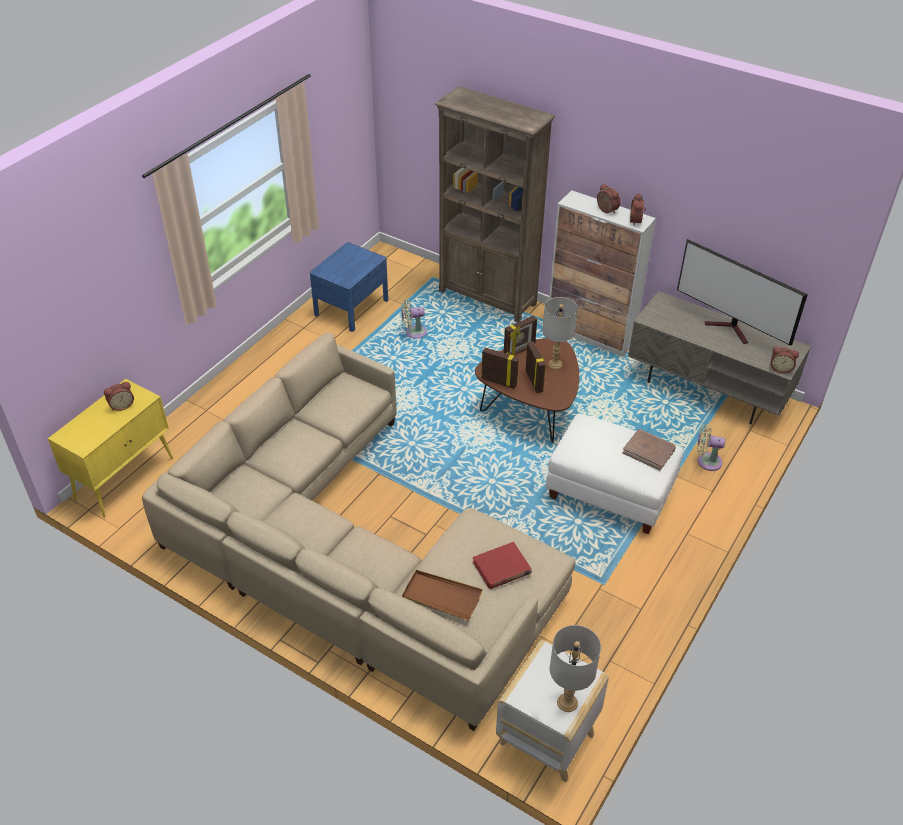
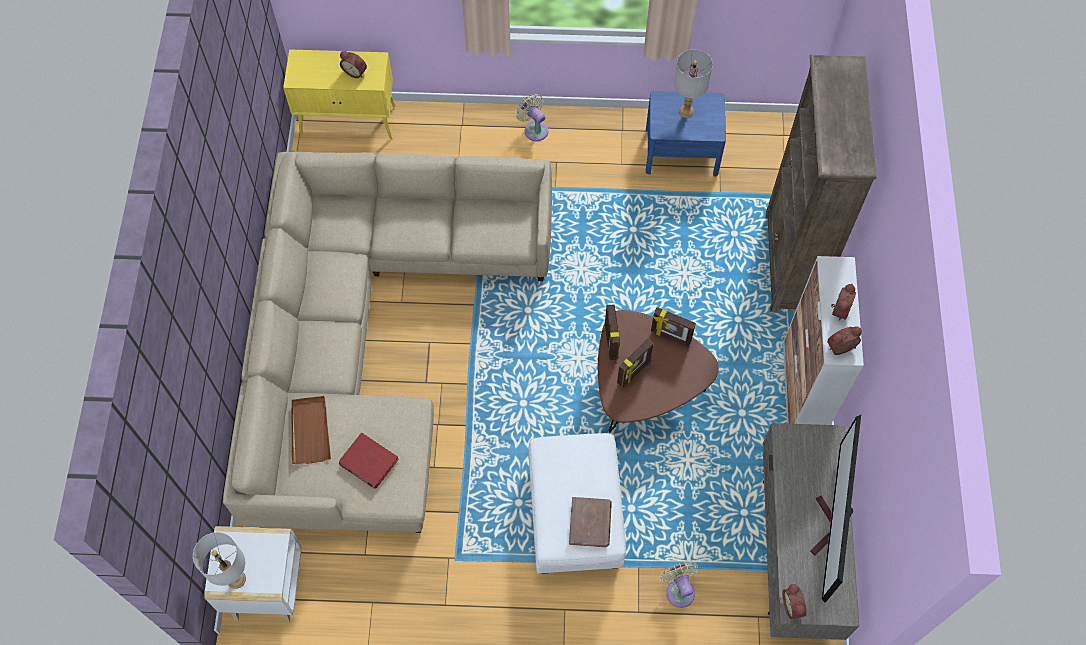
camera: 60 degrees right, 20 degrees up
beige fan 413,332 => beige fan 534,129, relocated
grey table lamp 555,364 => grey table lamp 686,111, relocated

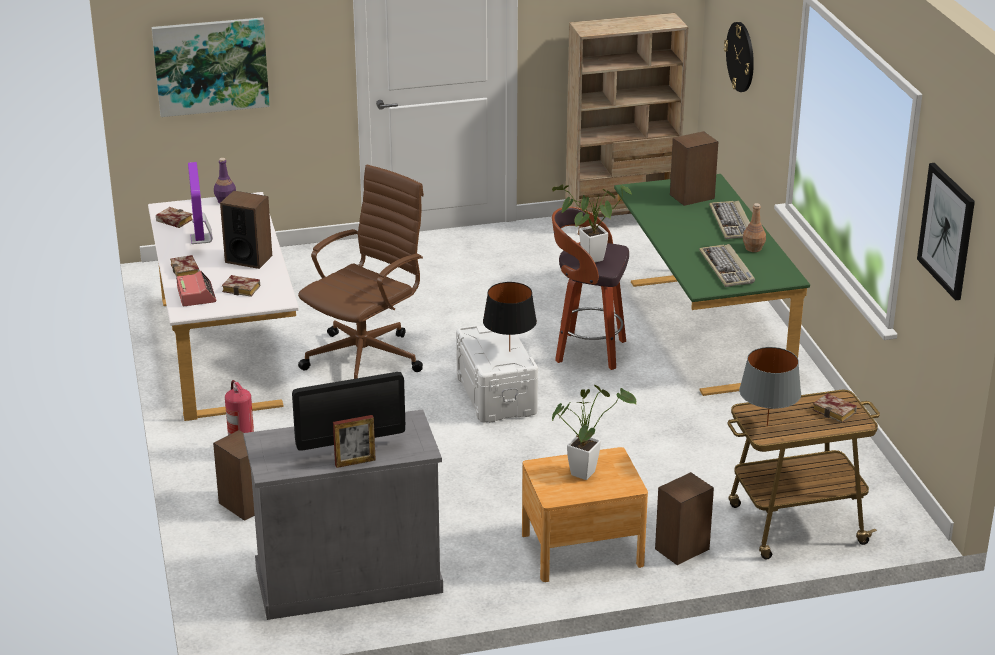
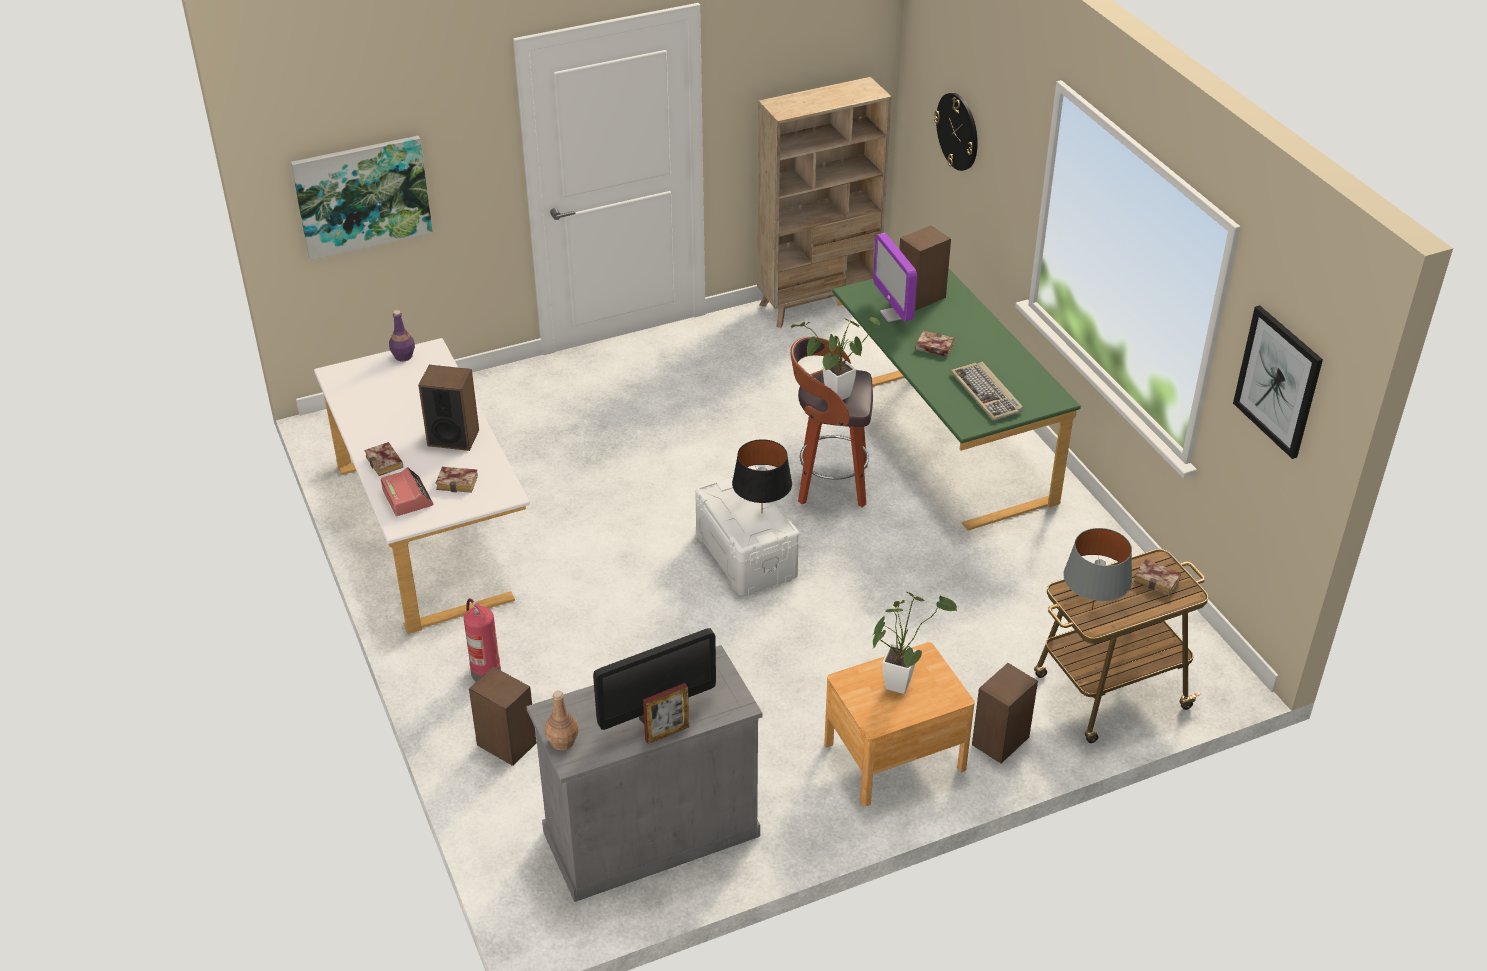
camera: 10 degrees left, 10 degrees up
book 172,221 => book 933,347, relocated
monitor 201,239 => monitor 894,314, relocated
brown office chair 366,358 => nothing
keyboard 732,223 => nothing
brown bottle 753,248 => brown bottle 563,741, relocated

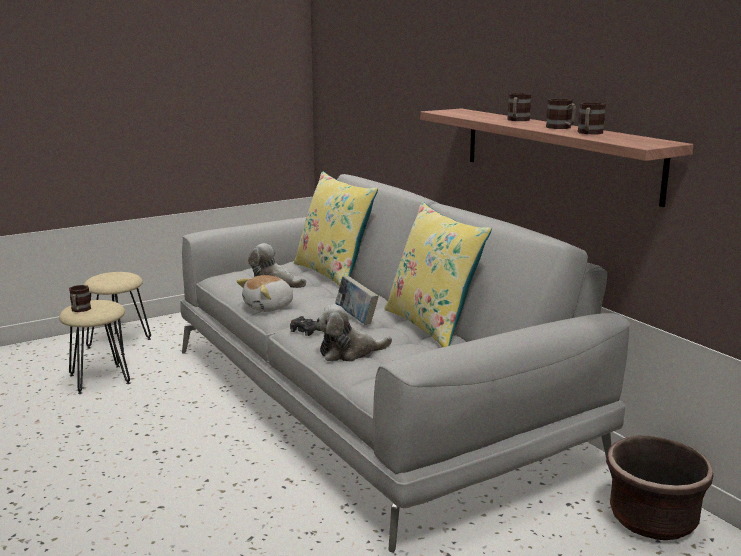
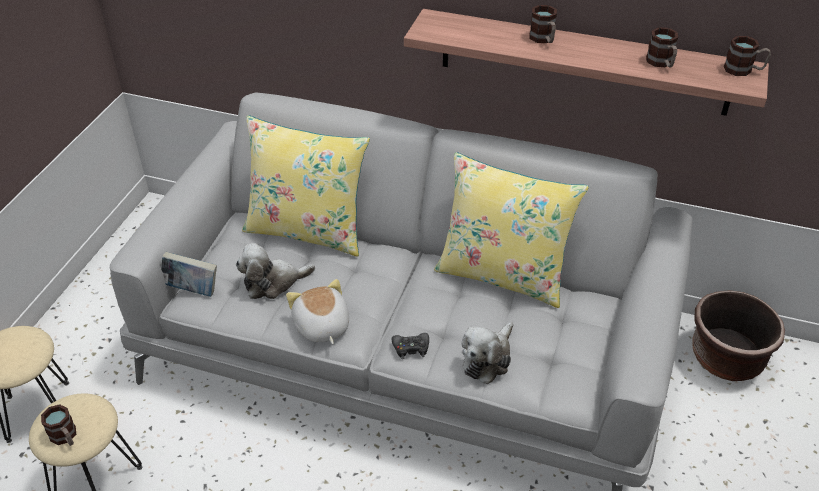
camera: 40 degrees left, 25 degrees up
plush toy 269,307 => plush toy 321,326, 150 degrees clockwise
book 356,318 => book 192,289, relocated
mug 561,128 => mug 743,70, relocated

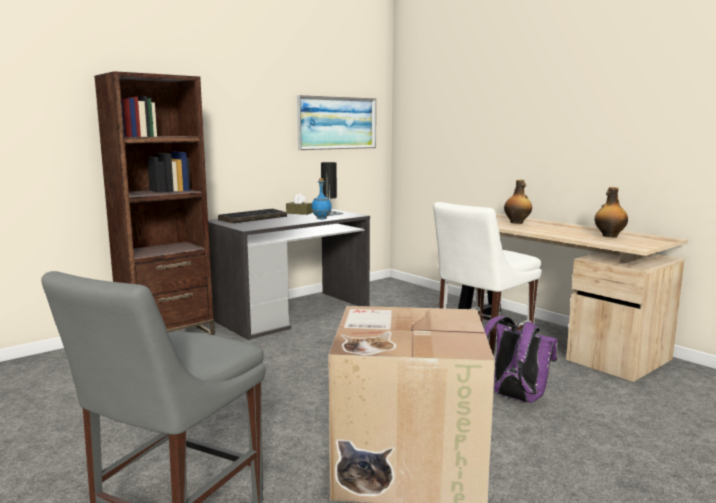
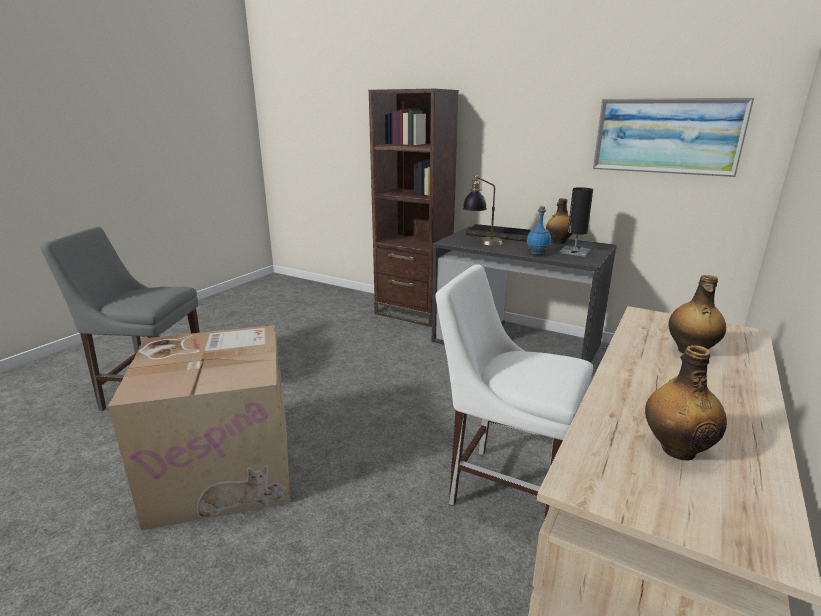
camera: 70 degrees right, 10 degrees up
brown tissue box 299,213 => bottle 558,242
purple backpack 514,397 => nothing
nothing => table lamp 481,243

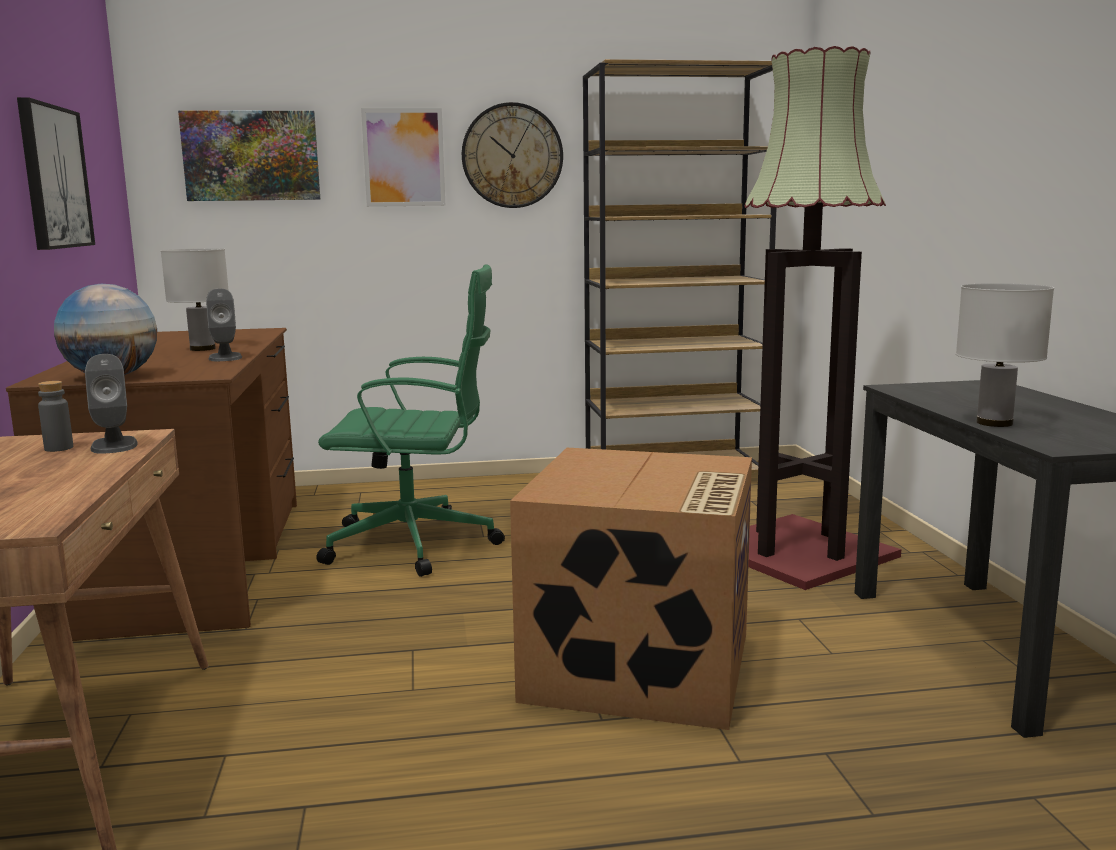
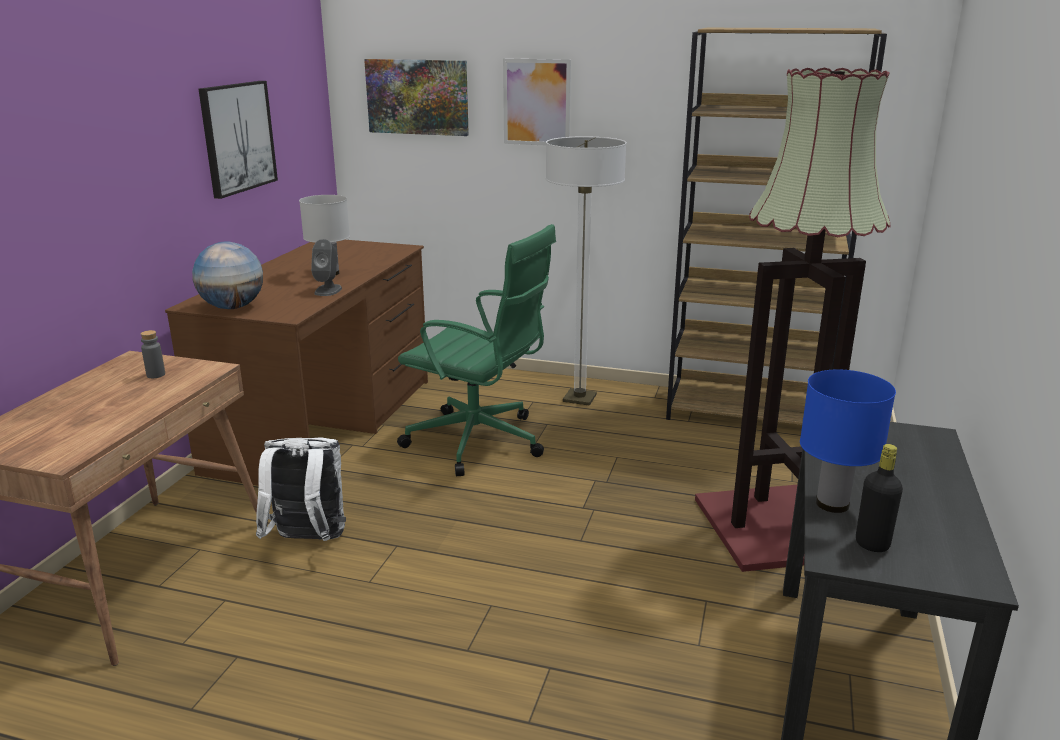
camera: 25 degrees right, 10 degrees up
grey speaker 114,445 => nothing
wall clock 512,156 => nothing
cardboard box 641,668 => nothing
white table lamp 994,423 => blue table lamp 831,504
nothing => white backpack 308,541
nothing => floor lamp 579,398
nothing => black bottle 872,544

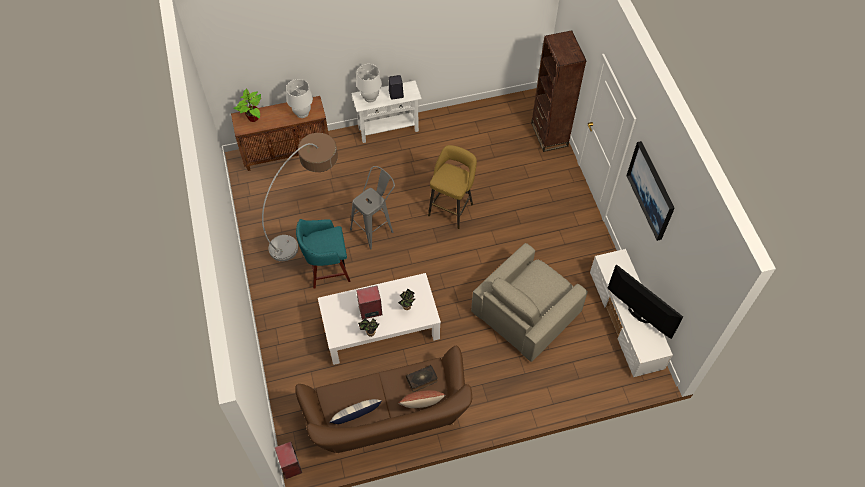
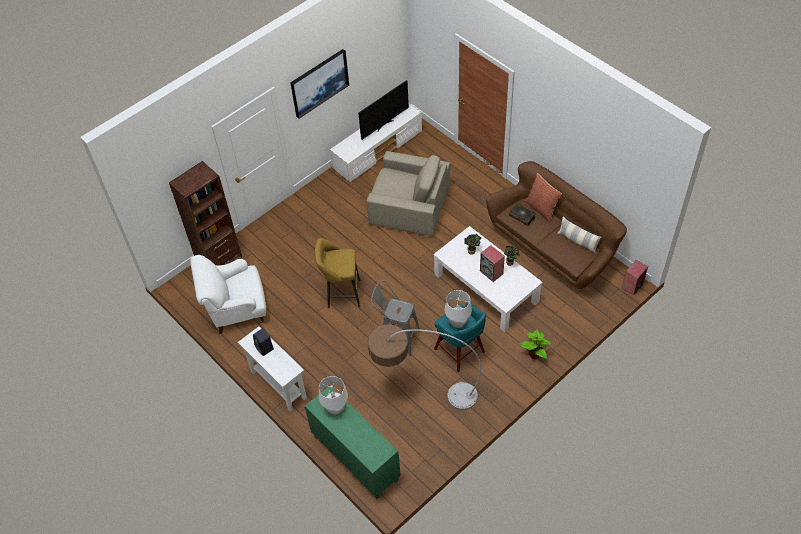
camera: 115 degrees left, 5 degrees down
brown cabinet 287,152 => green cabinet 355,458
potted plant 253,118 => potted plant 535,354, relocated
white table lamp 370,97 => white table lamp 458,322, relocated
television 637,315 => television 384,125, 150 degrees counterclockwise
nothing => white armchair 236,309

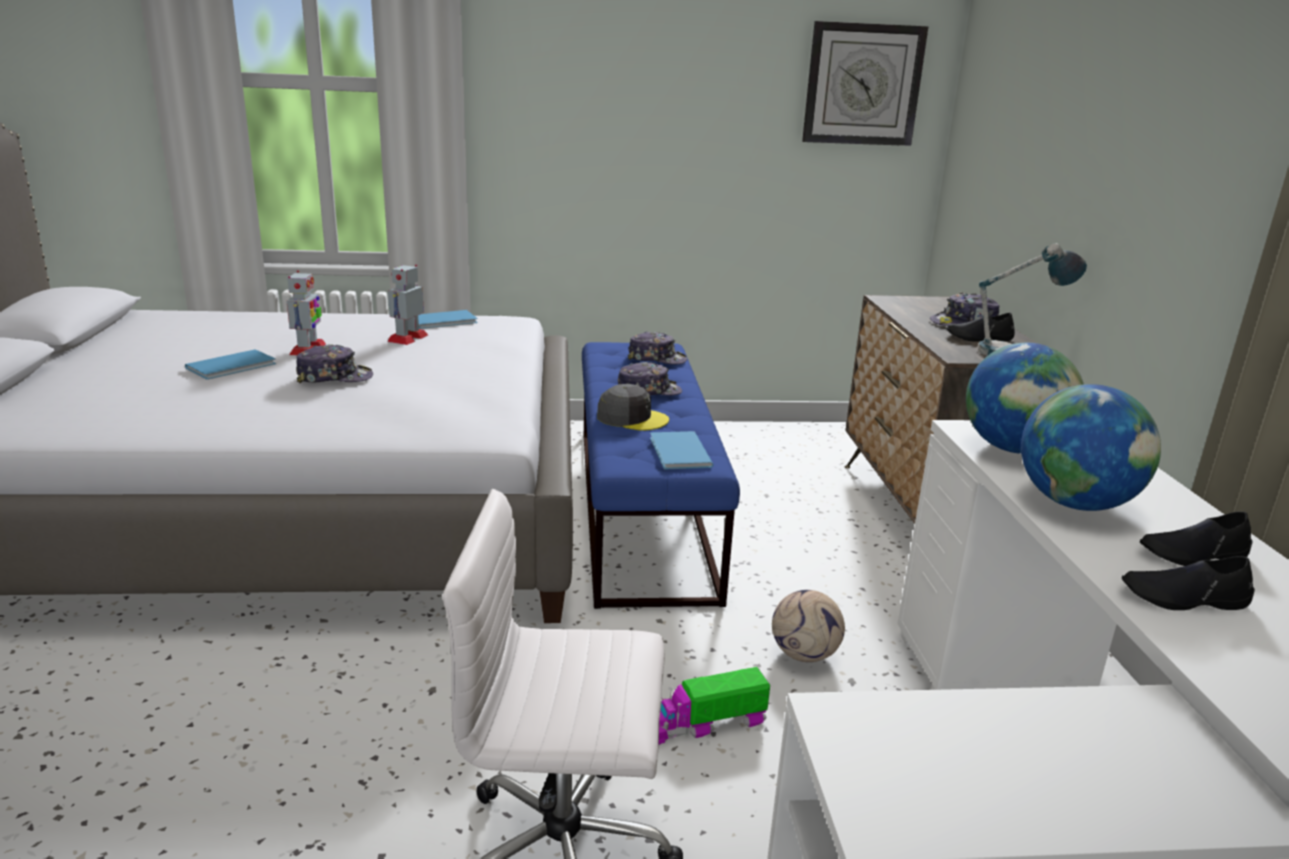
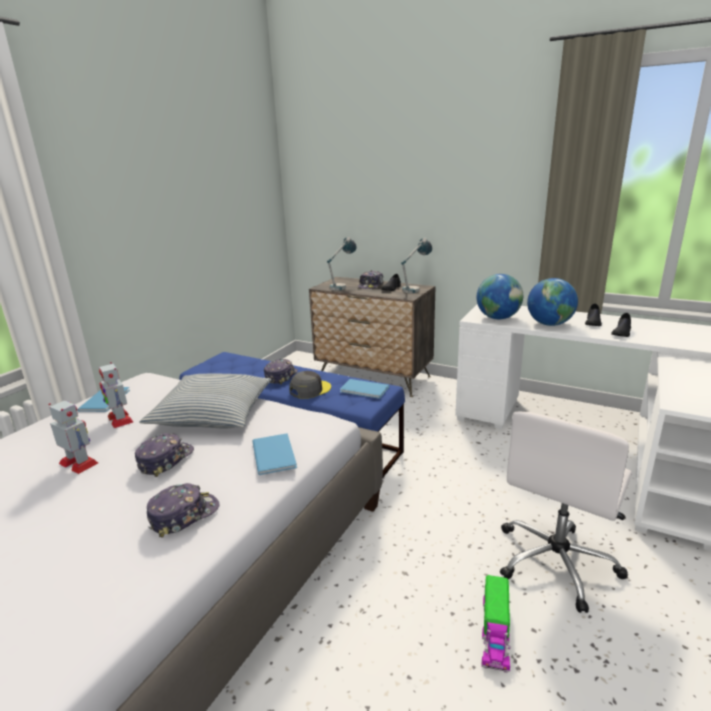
camera: 55 degrees left, 0 degrees up
blue book 234,366 => blue book 275,453, relocated
cap 657,359 => cap 184,515, relocated
toy truck 704,723 => toy truck 495,632, relocated
football 805,654 => nothing
wall clock 863,84 => nothing
nothing => pillow 213,413
nothing => table lamp 342,286

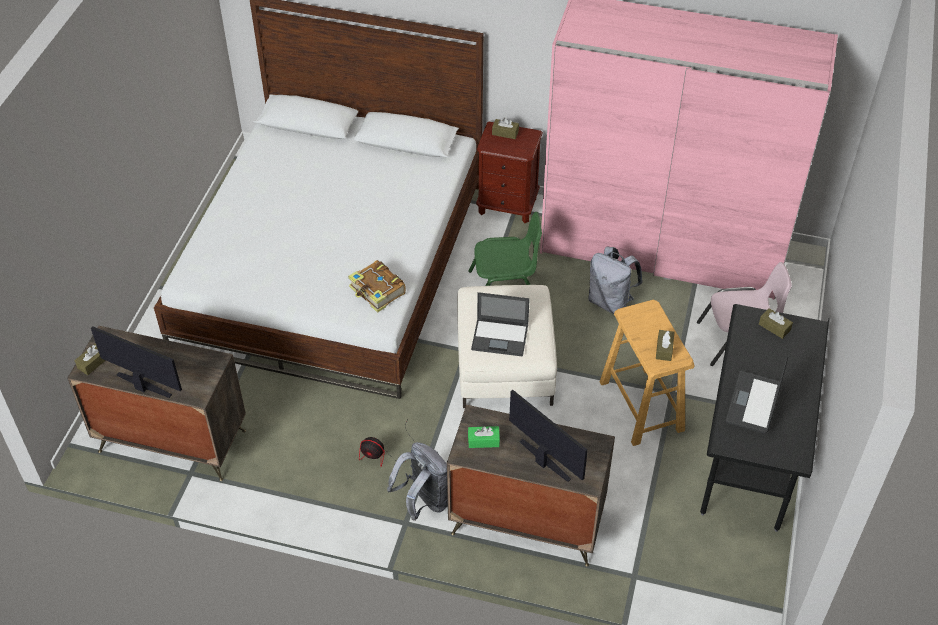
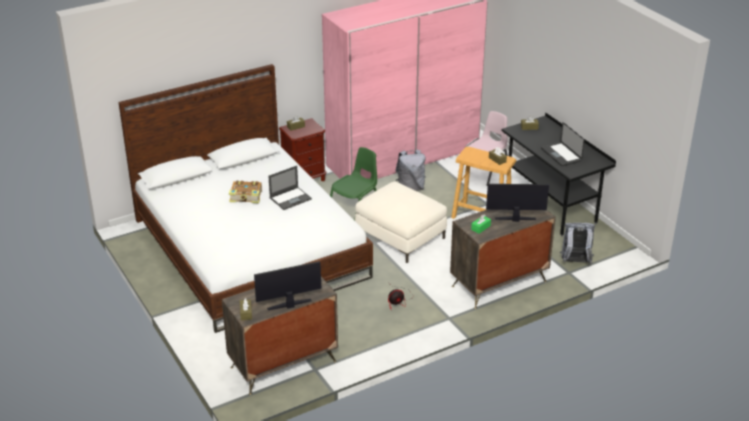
camera: 45 degrees left, 15 degrees down
book 377,292 => book 246,196, relocated
grey backpack 424,501 => grey backpack 575,262, relocated
laptop 500,337 => laptop 291,198, relocated

